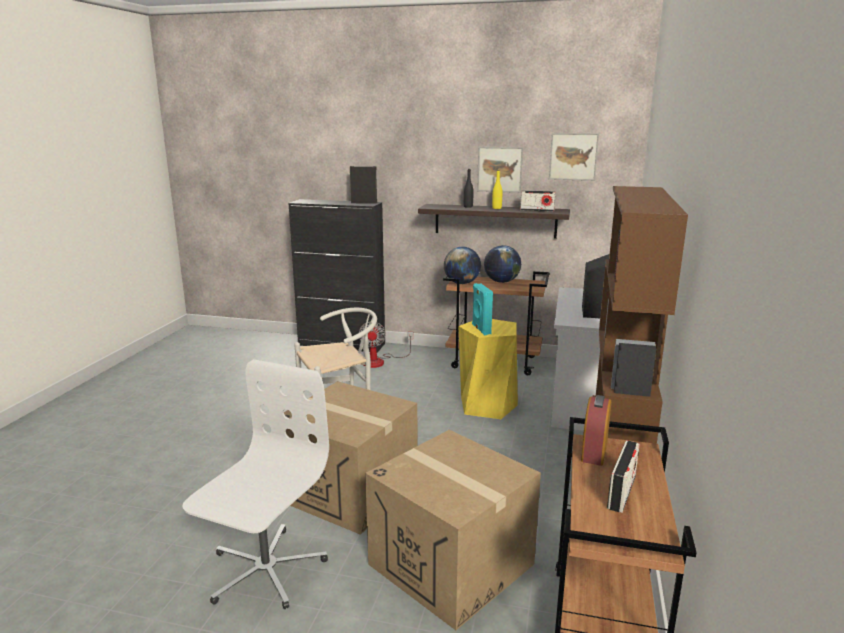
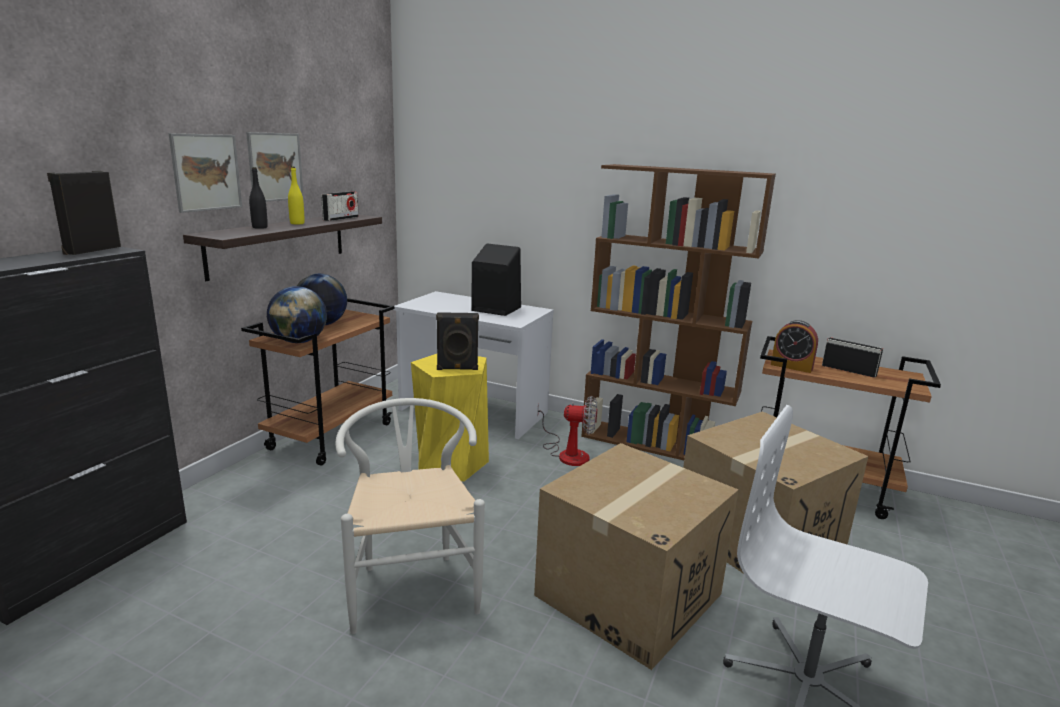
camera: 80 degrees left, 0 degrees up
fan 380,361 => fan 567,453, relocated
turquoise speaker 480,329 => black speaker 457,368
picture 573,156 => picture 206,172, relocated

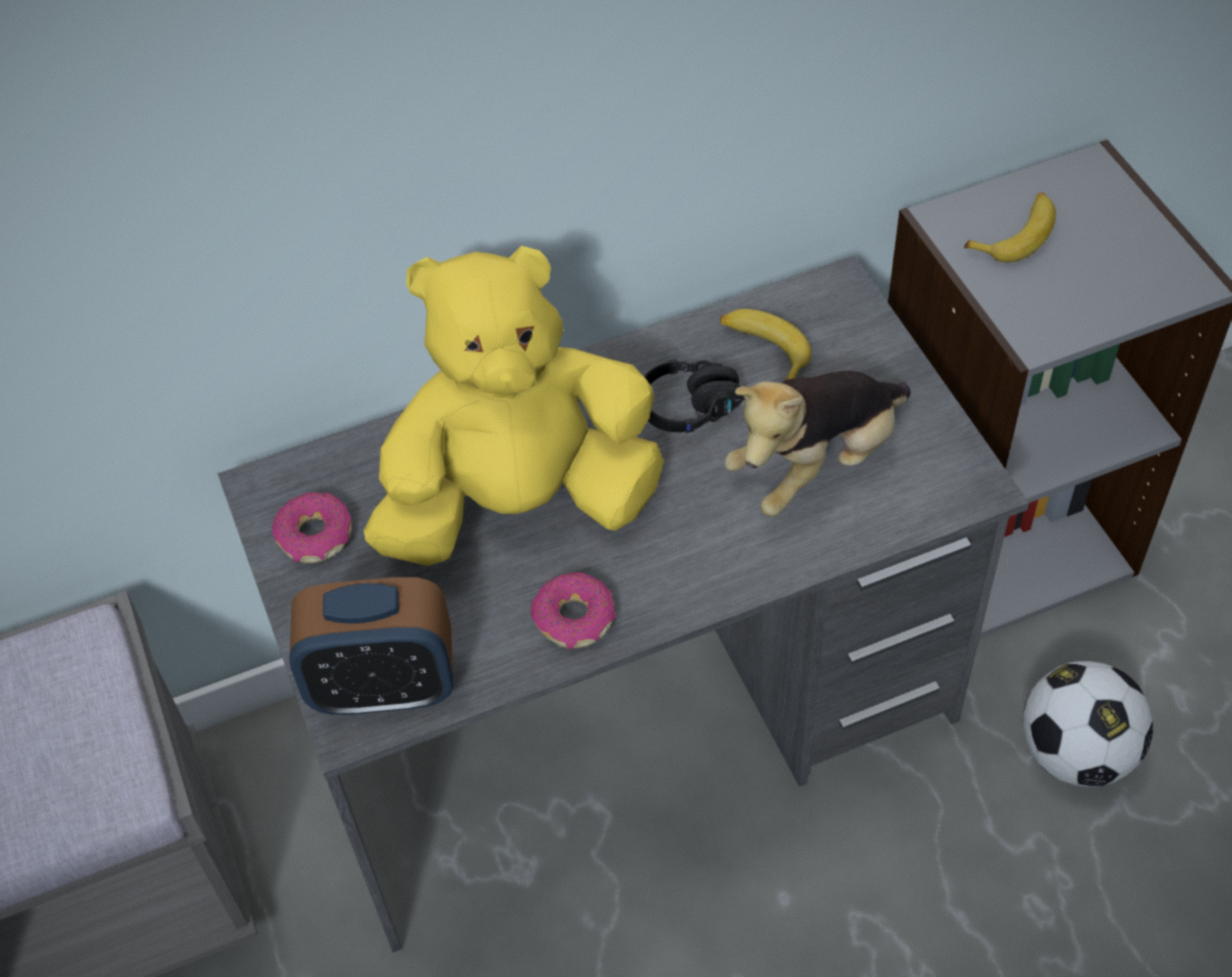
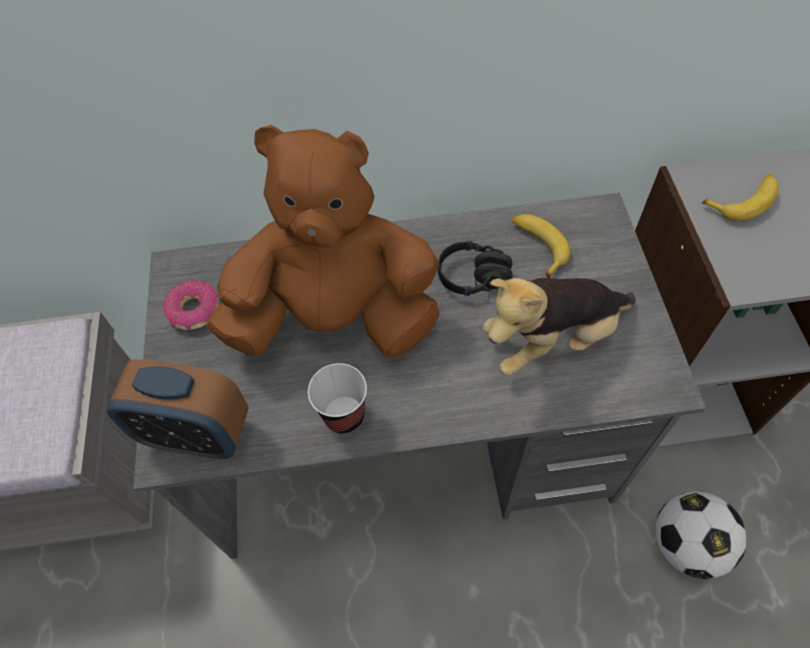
camera: 15 degrees right, 5 degrees up
yellow plush toy 520,502 => brown plush toy 336,319
donut 574,619 => cup 344,416

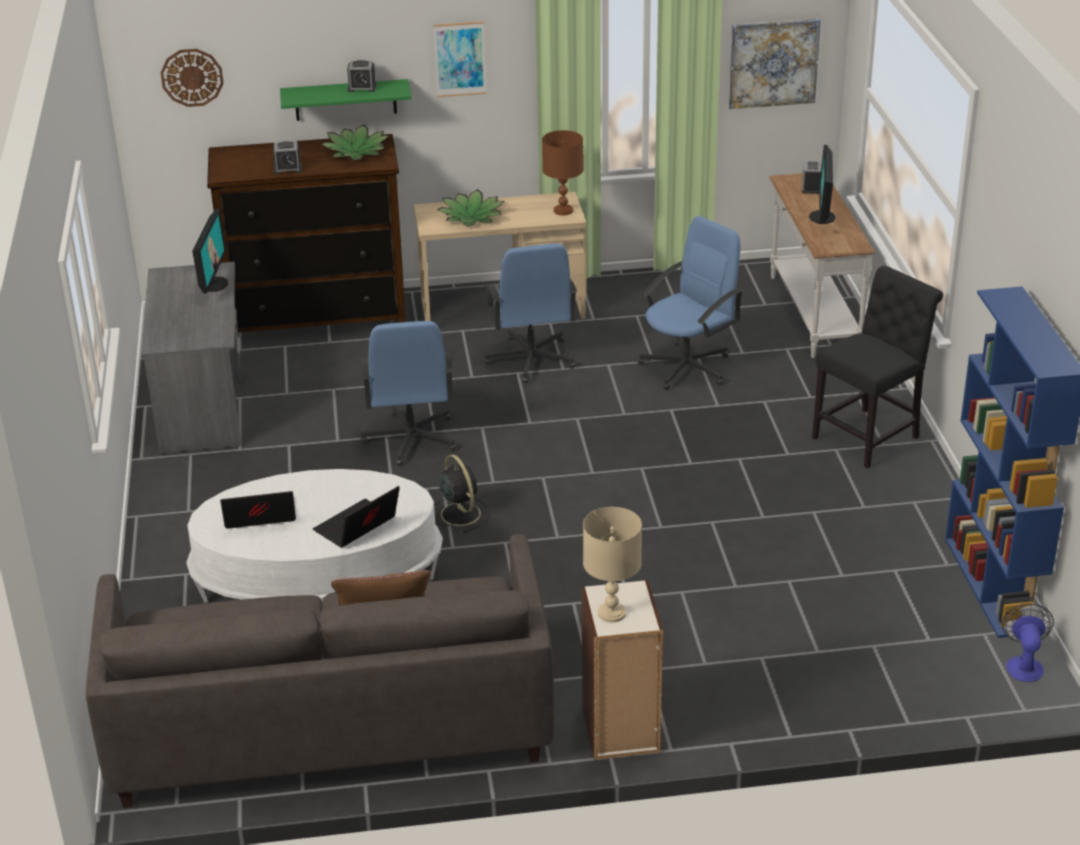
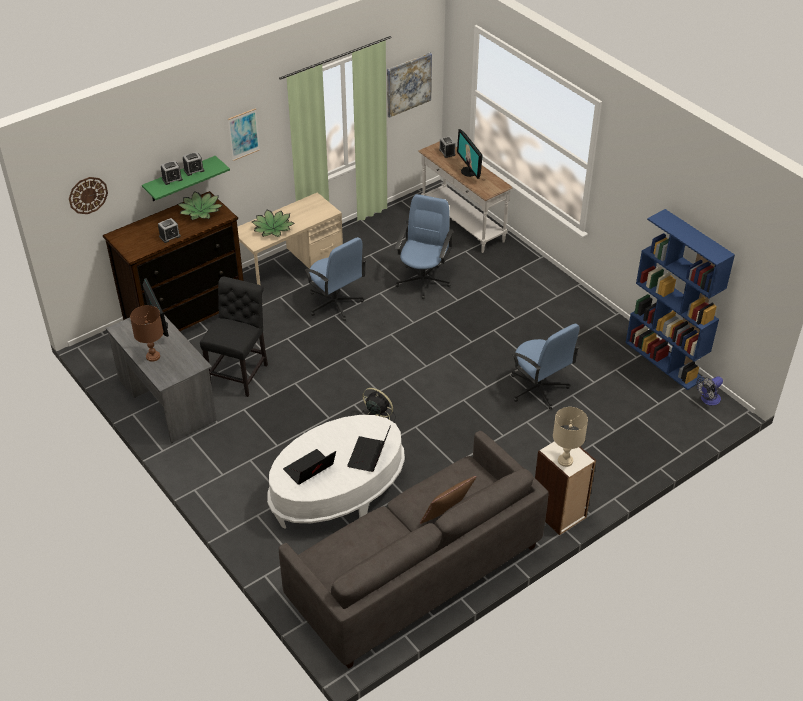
camera: 30 degrees left, 10 degrees up
blue office chair 410,439 => blue office chair 538,389, relocated
brown table lamp 563,211 => brown table lamp 153,356, relocated
black chair 870,436 => black chair 240,373, relocated
fan 1023,664 => fan 708,400, 105 degrees counterclockwise
nothing => alarm clock 172,179

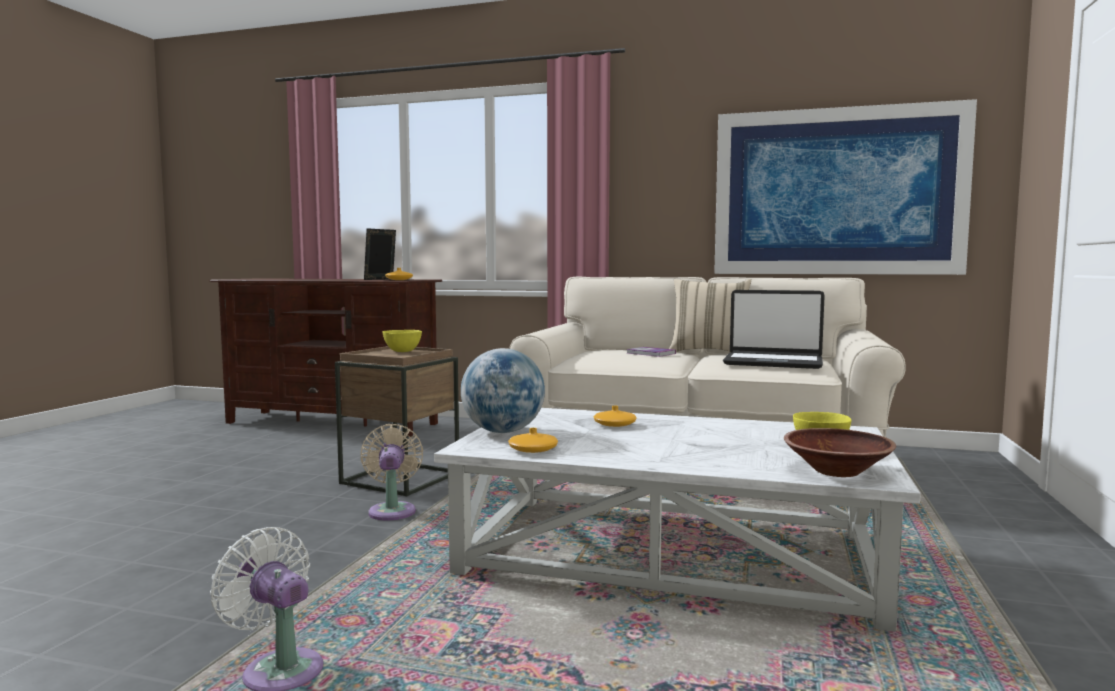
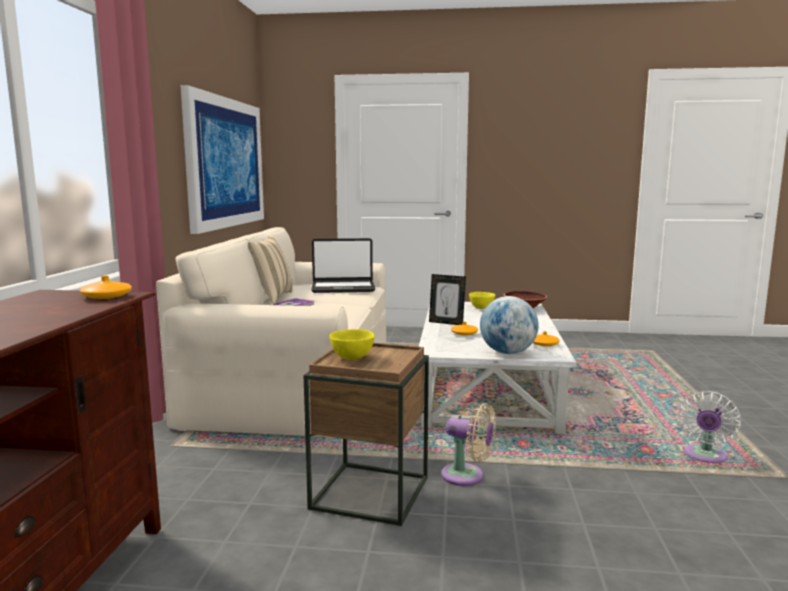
camera: 100 degrees left, 5 degrees up
beige fan 392,510 => beige fan 467,476, 135 degrees counterclockwise
picture frame 380,279 => picture frame 446,323, relocated
laptop 773,362 => laptop 343,288, 75 degrees clockwise

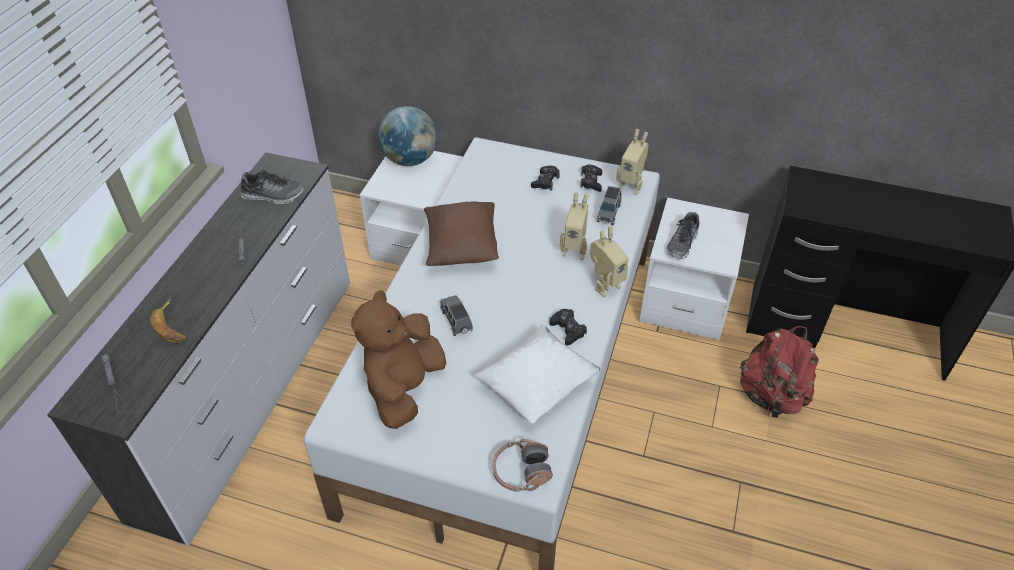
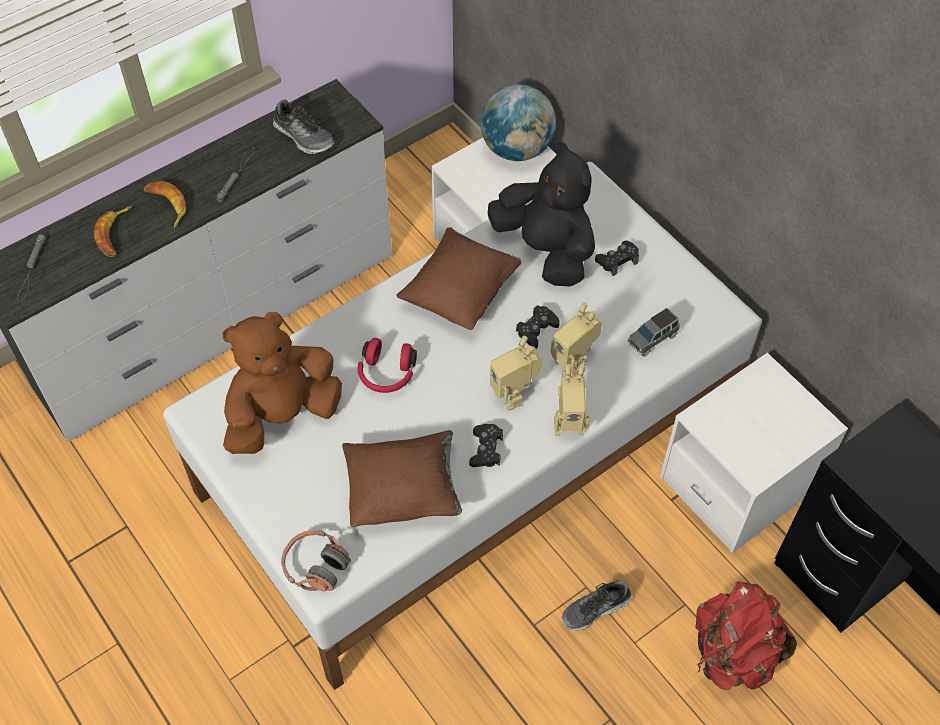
camera: 35 degrees right, 10 degrees up
grey toy car 456,321 => red headphones 386,374
white pillow 538,387 => brown pillow 403,492
black game controller 591,181 => black game controller 536,330, relocated
toy robot 631,186 => toy robot 514,395, relocated
shoe 682,243 => shoe 595,609, relocated
nothing => banana 166,205
nothing => black plush toy 546,250

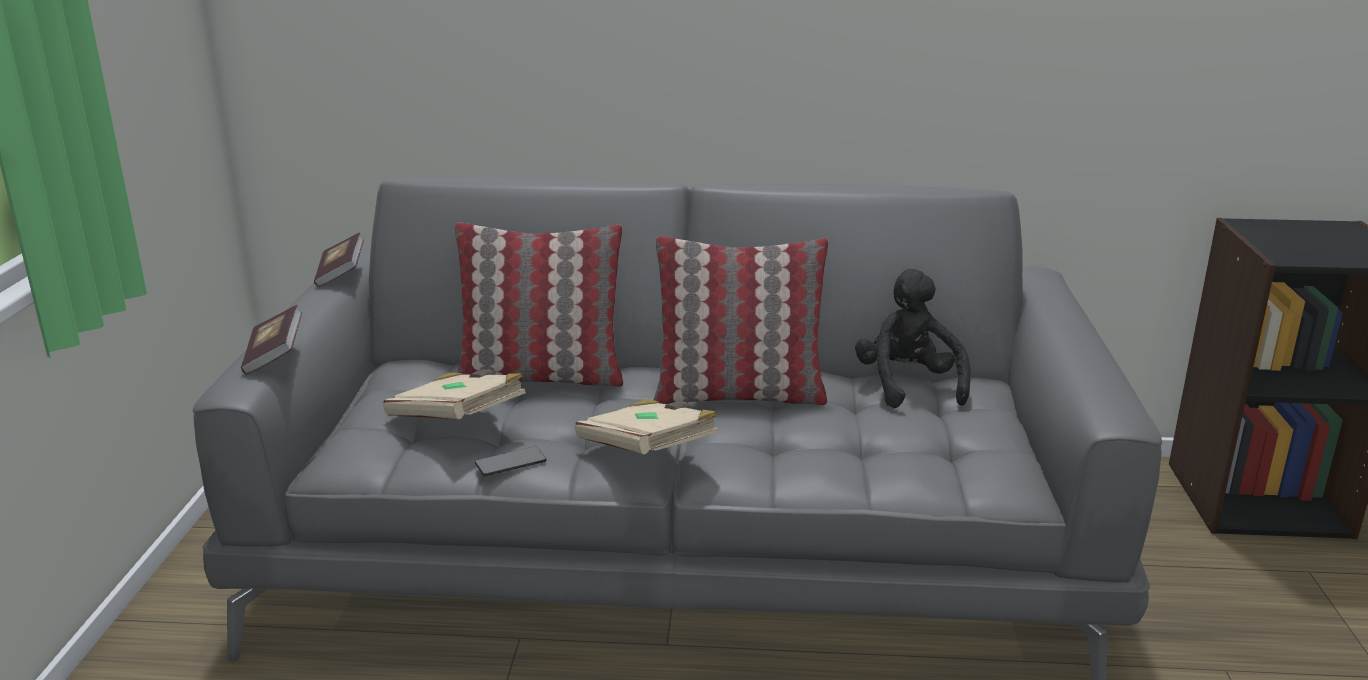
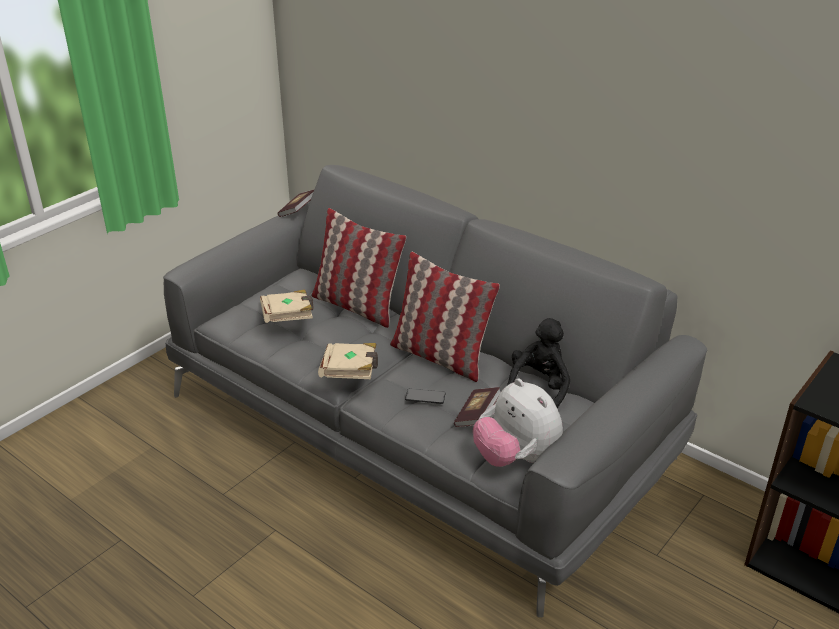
camera: 35 degrees right, 10 degrees up
book 274,356 => book 477,415, relocated
phone 510,463 => phone 425,397, relocated
nothing => plush toy 516,457

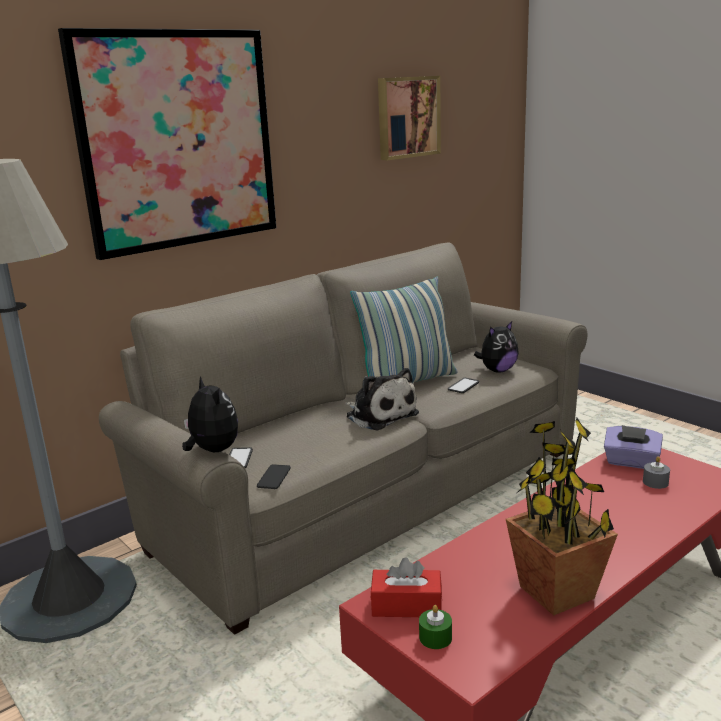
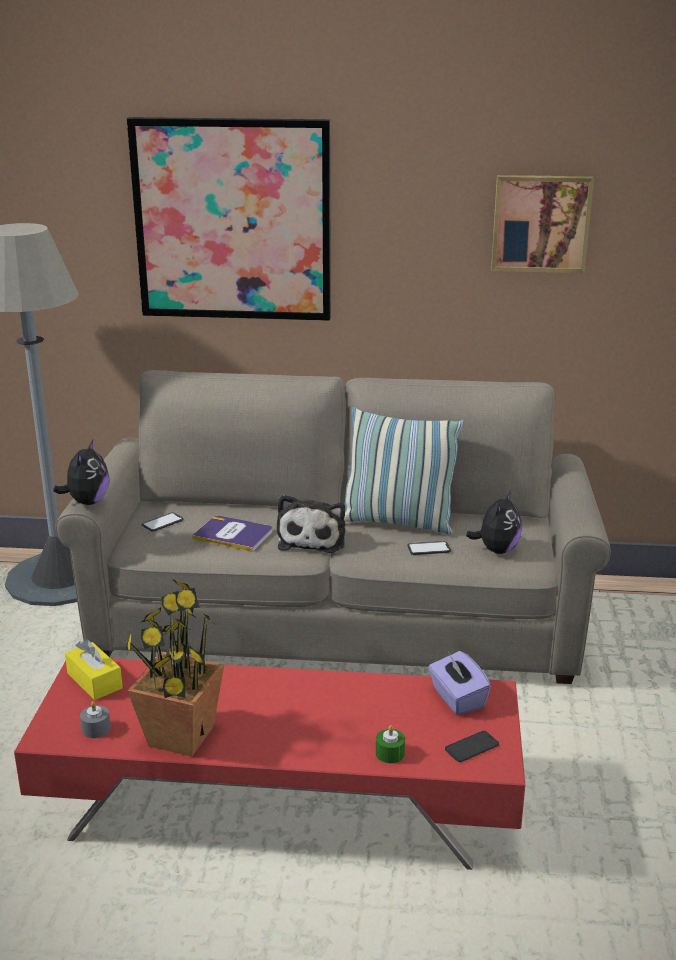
camera: 45 degrees right, 5 degrees up
phone 274,477 => phone 471,747, relocated
red tissue box 406,605 => yellow tissue box 94,681
green candle 435,637 => green candle 390,753, relocated
plush toy 497,370 => plush toy 496,550, 75 degrees counterclockwise
grey candle 655,482 => grey candle 96,729, relocated
nothing => book 233,534

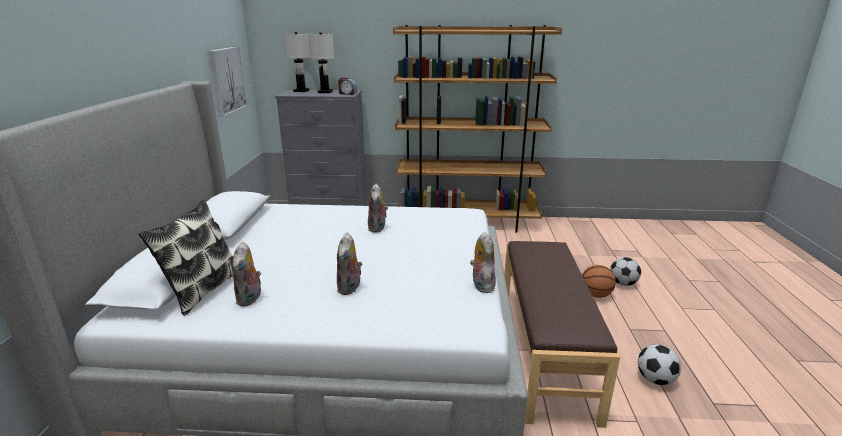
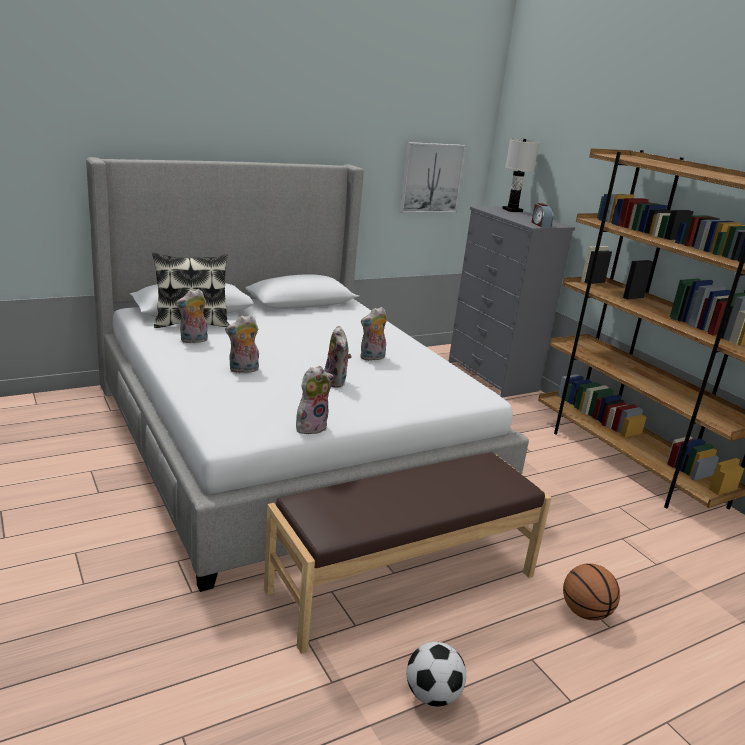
camera: 55 degrees right, 0 degrees up
white table lamp 324,92 => nothing
football 623,283 => nothing
nothing => plush toy 336,382

